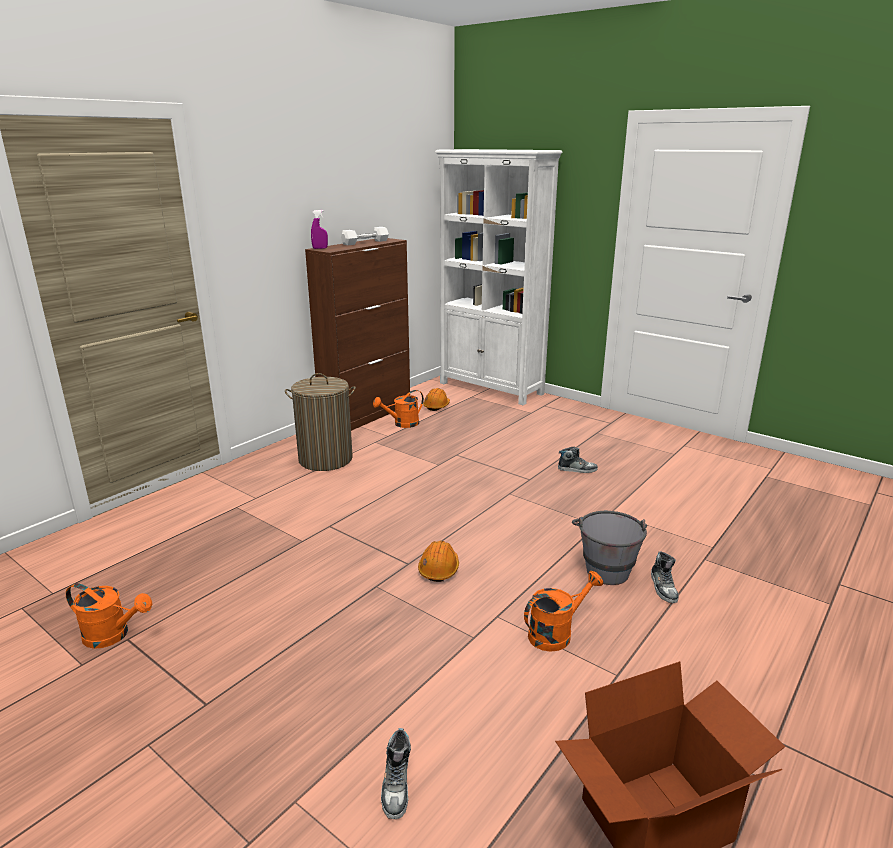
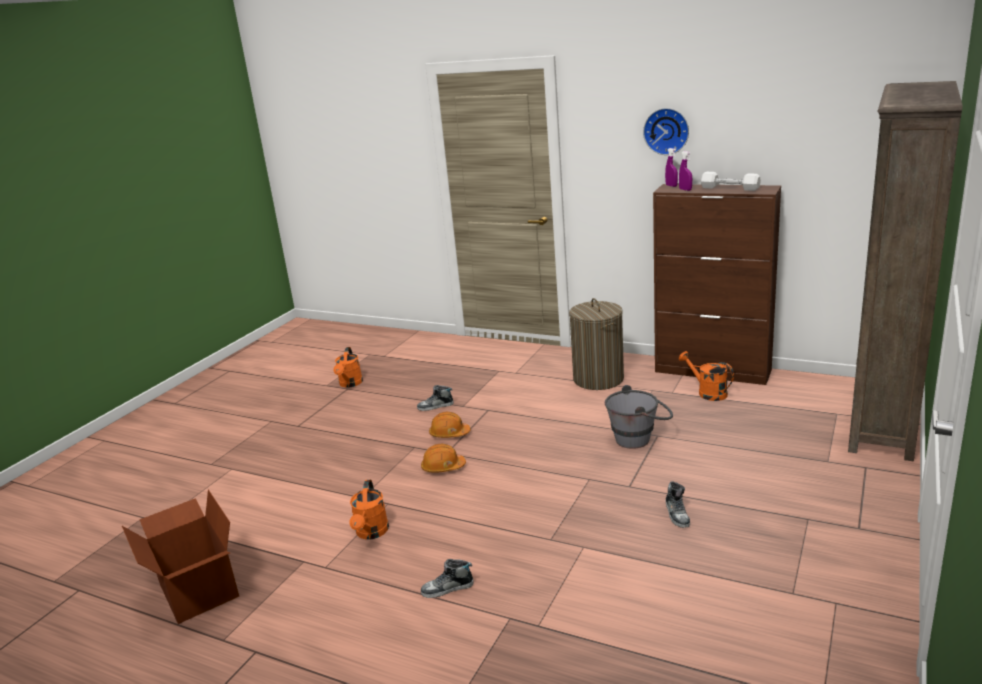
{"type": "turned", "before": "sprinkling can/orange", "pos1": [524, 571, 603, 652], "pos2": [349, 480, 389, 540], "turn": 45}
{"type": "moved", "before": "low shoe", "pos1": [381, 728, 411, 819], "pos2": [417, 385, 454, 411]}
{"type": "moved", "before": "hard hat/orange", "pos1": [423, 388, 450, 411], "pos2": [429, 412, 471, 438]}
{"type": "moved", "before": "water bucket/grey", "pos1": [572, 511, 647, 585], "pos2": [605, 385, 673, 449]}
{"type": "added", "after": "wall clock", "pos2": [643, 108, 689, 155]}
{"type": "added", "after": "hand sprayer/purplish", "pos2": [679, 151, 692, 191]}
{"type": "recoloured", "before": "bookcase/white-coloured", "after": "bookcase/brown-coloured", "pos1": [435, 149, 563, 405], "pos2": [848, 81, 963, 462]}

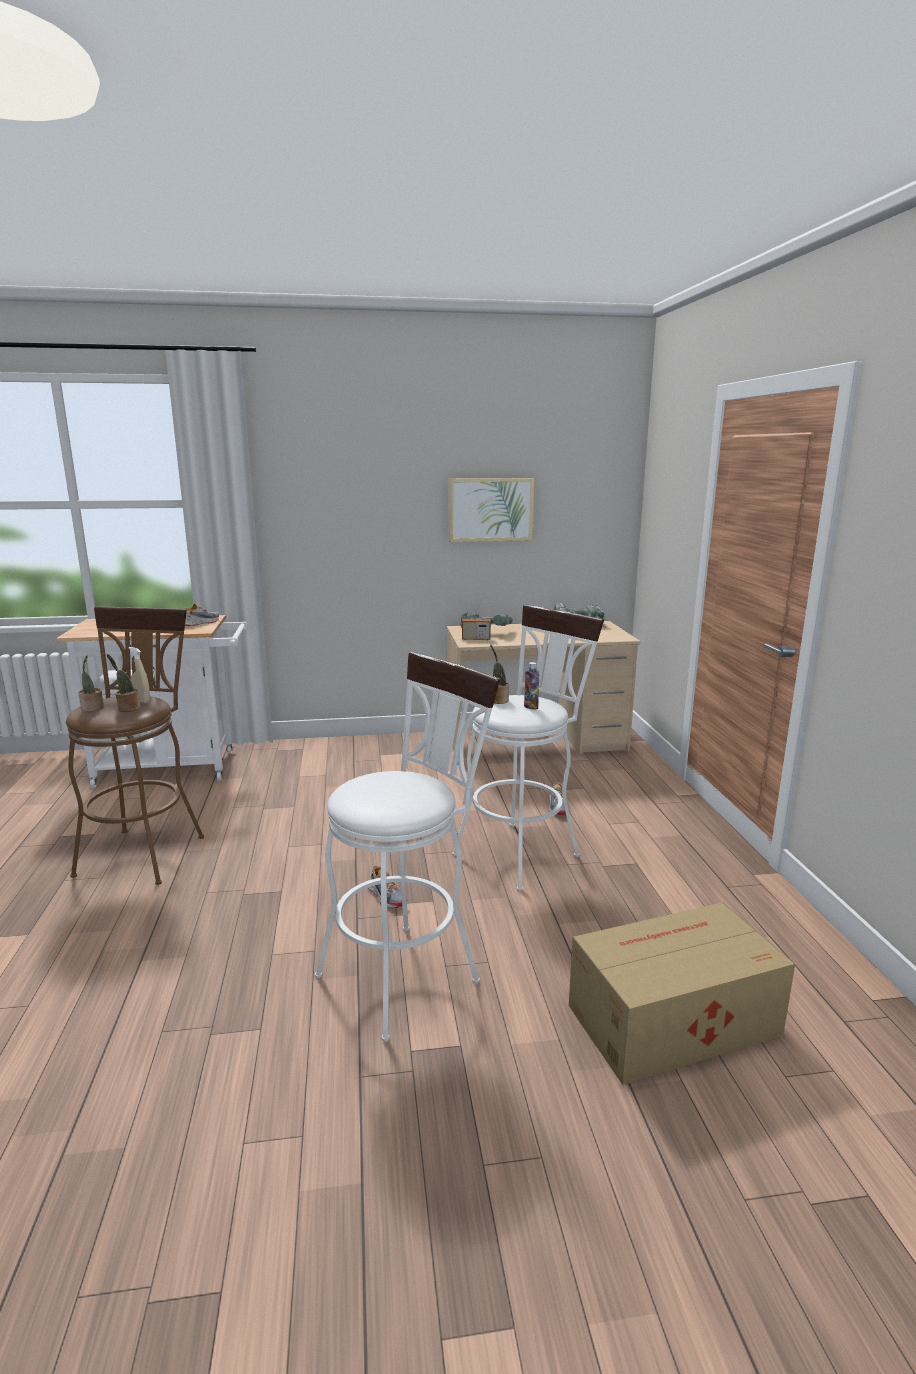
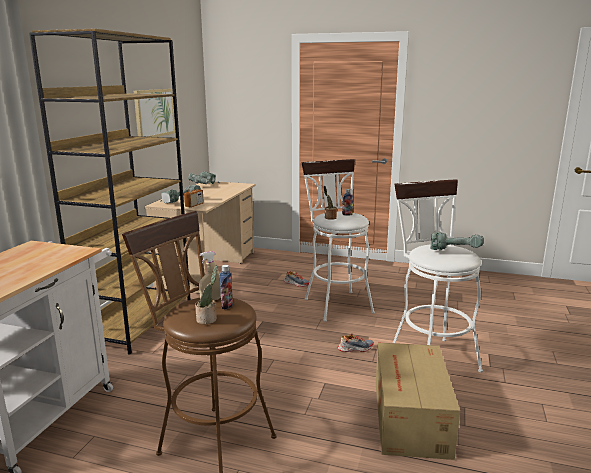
{"type": "added", "after": "bookcase/brown-coloured", "pos2": [29, 29, 191, 355]}
{"type": "replaced", "before": "plant in a pot", "after": "bottle", "pos1": [107, 654, 140, 712], "pos2": [220, 265, 233, 309]}
{"type": "moved", "before": "cardboard box", "pos1": [569, 902, 795, 1085], "pos2": [376, 343, 460, 460]}
{"type": "added", "after": "electric drill", "pos2": [430, 232, 484, 250]}
{"type": "removed", "before": "low shoe", "pos1": [185, 603, 219, 626]}

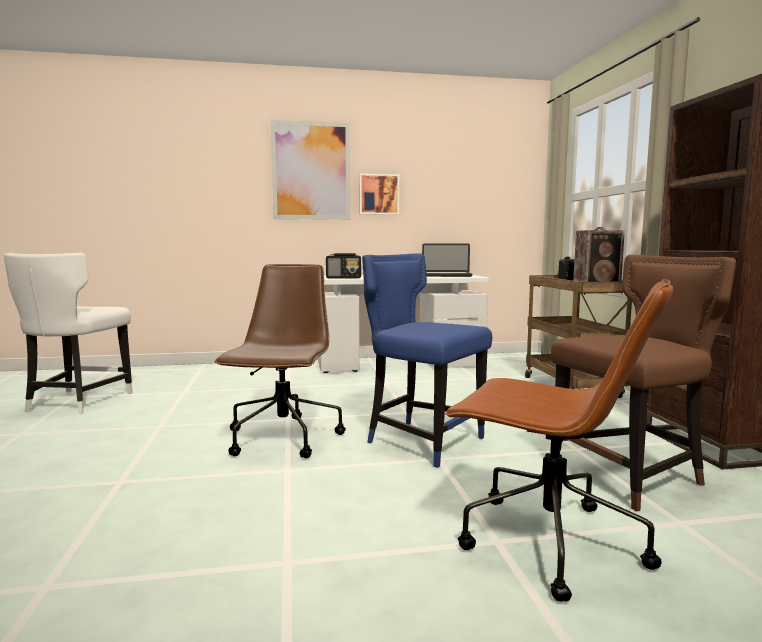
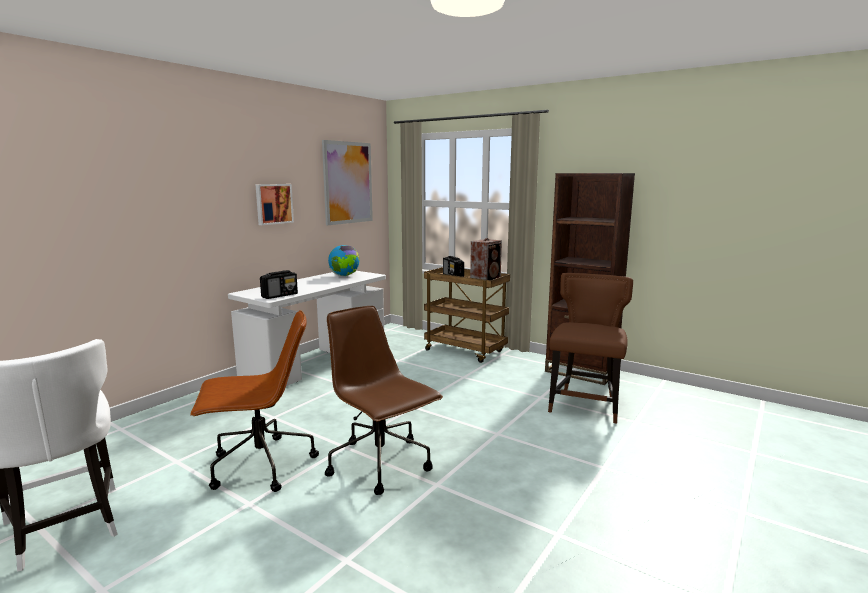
{"type": "moved", "before": "desk chair/brown-coloured", "pos1": [444, 279, 673, 602], "pos2": [190, 310, 319, 492]}
{"type": "moved", "before": "wall art", "pos1": [271, 120, 350, 220], "pos2": [322, 140, 373, 225]}
{"type": "replaced", "before": "portable computer", "after": "globe", "pos1": [422, 244, 472, 277], "pos2": [328, 245, 360, 276]}
{"type": "removed", "before": "plain chair/bluish", "pos1": [362, 253, 492, 468]}

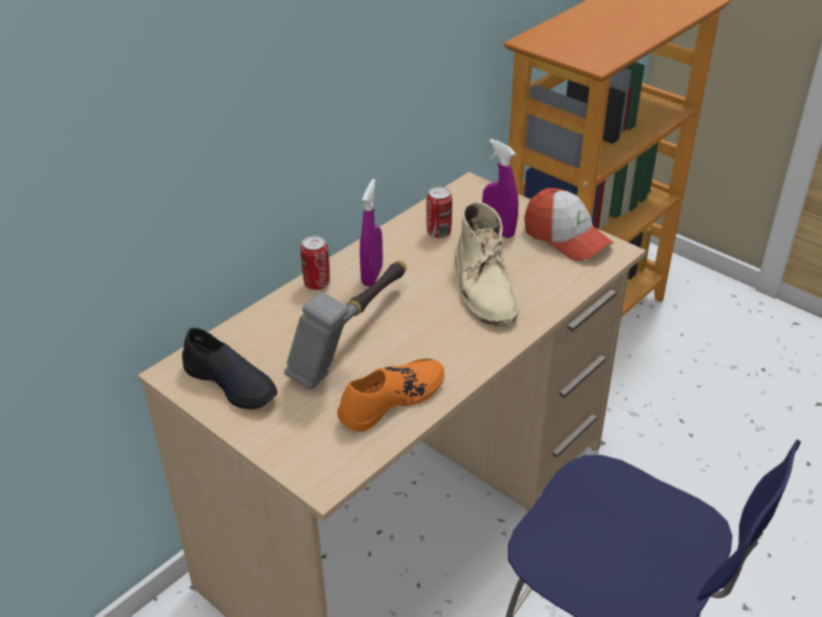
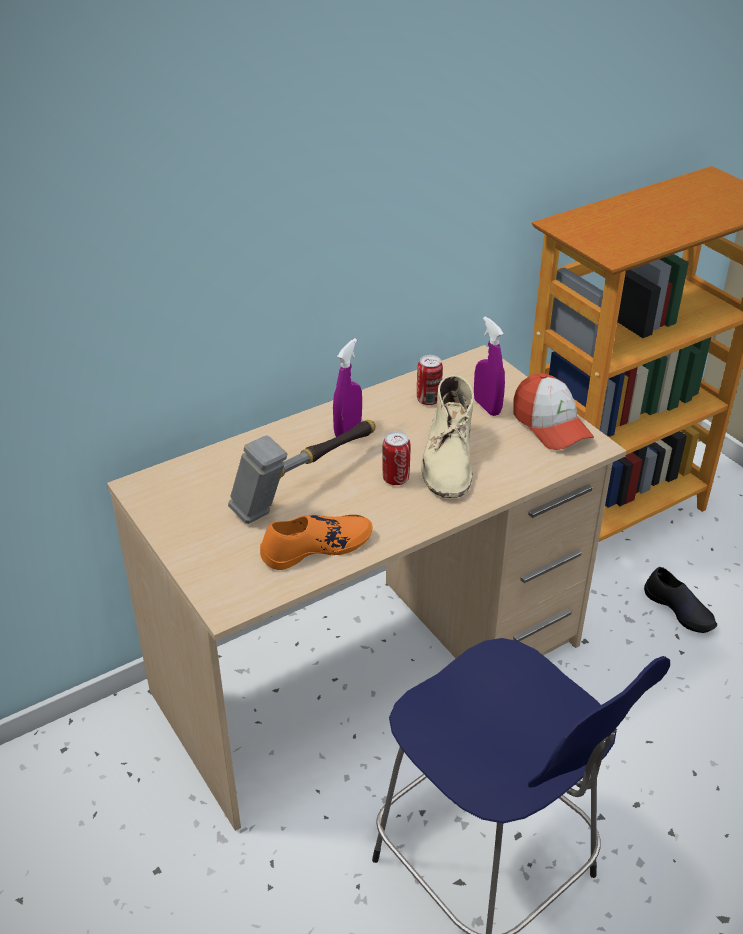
{"type": "moved", "before": "sealed can", "pos1": [301, 236, 330, 290], "pos2": [382, 431, 411, 485]}
{"type": "moved", "before": "low shoe/blackish", "pos1": [182, 328, 278, 409], "pos2": [644, 567, 717, 633]}

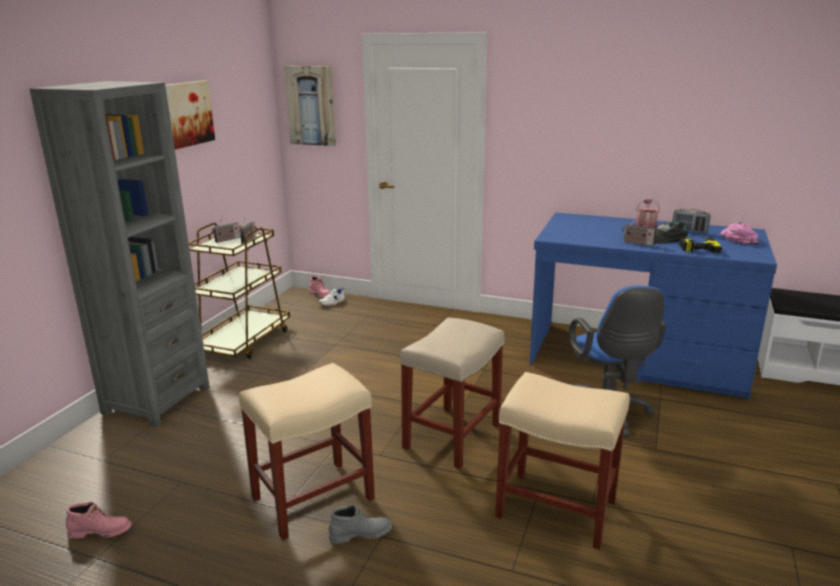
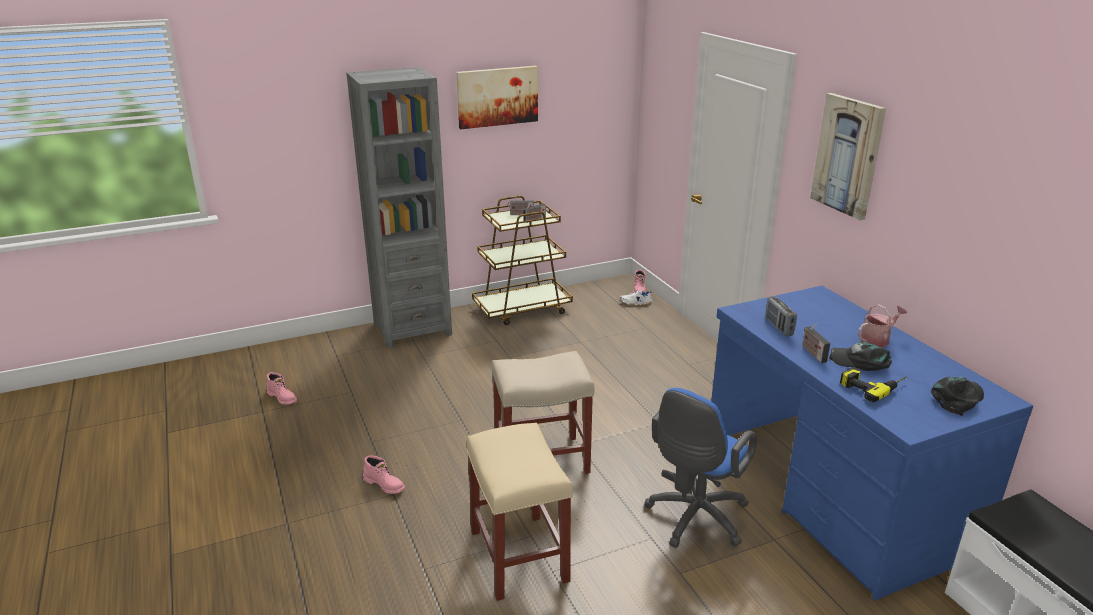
{"type": "recoloured", "before": "boot/grey", "after": "boot/pink", "pos1": [329, 505, 392, 544], "pos2": [363, 456, 405, 494]}
{"type": "moved", "before": "radio", "pos1": [672, 209, 711, 234], "pos2": [765, 296, 797, 336]}
{"type": "moved", "before": "wall art", "pos1": [284, 66, 336, 146], "pos2": [810, 93, 886, 220]}
{"type": "recoloured", "before": "baseball cap/pink", "after": "baseball cap/blackish", "pos1": [720, 222, 760, 245], "pos2": [931, 377, 984, 416]}
{"type": "removed", "before": "stool/sand-coloured", "pos1": [239, 363, 375, 540]}

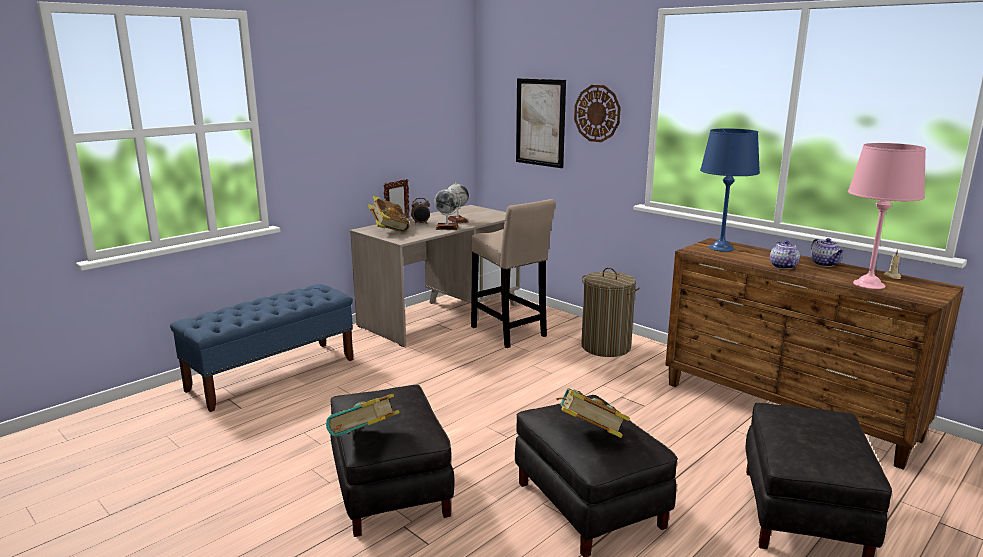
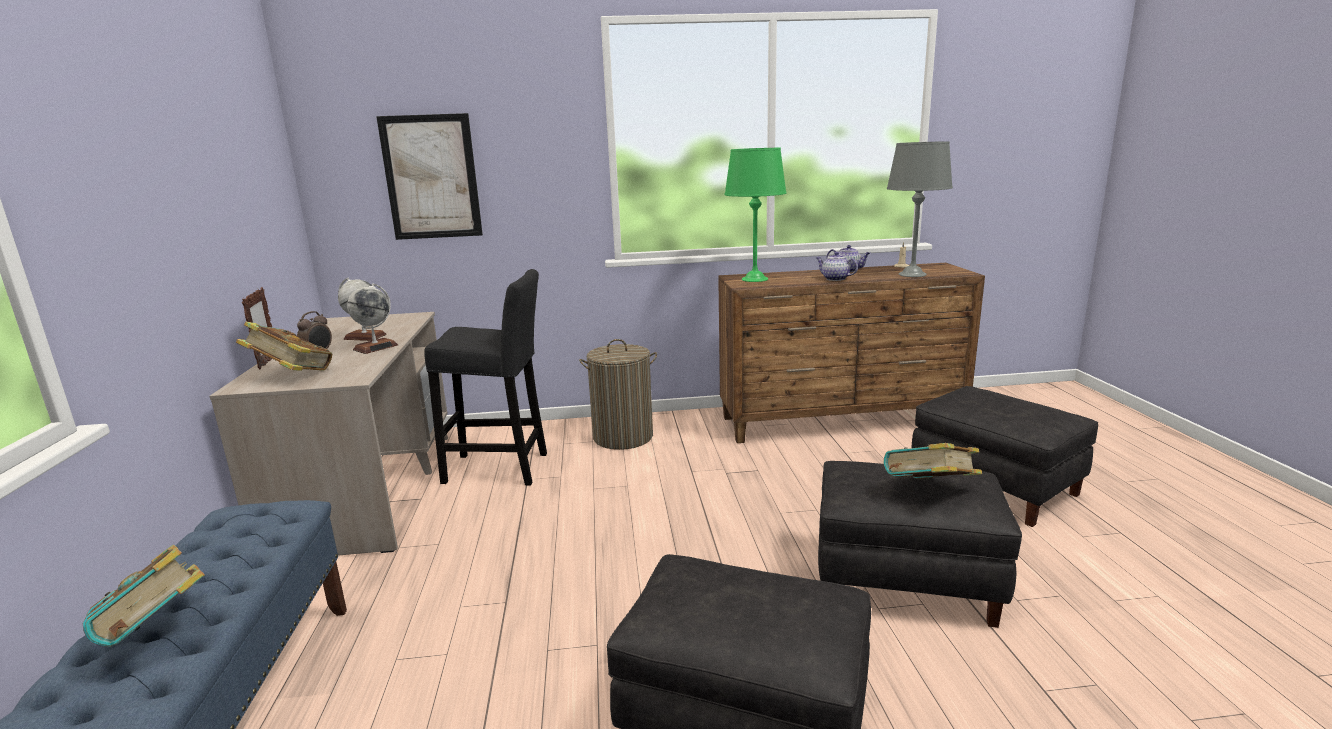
{"type": "moved", "before": "volume", "pos1": [326, 394, 400, 437], "pos2": [83, 545, 205, 647]}
{"type": "recoloured", "before": "stool/sand-coloured", "after": "stool/blackish", "pos1": [471, 199, 556, 348], "pos2": [424, 269, 547, 485]}
{"type": "recoloured", "before": "table lamp/bluish", "after": "table lamp/greenish", "pos1": [700, 129, 760, 252], "pos2": [725, 148, 787, 282]}
{"type": "recoloured", "before": "table lamp/pink", "after": "table lamp/grey", "pos1": [848, 143, 926, 289], "pos2": [887, 141, 953, 277]}
{"type": "removed", "before": "wall clock", "pos1": [574, 85, 621, 142]}

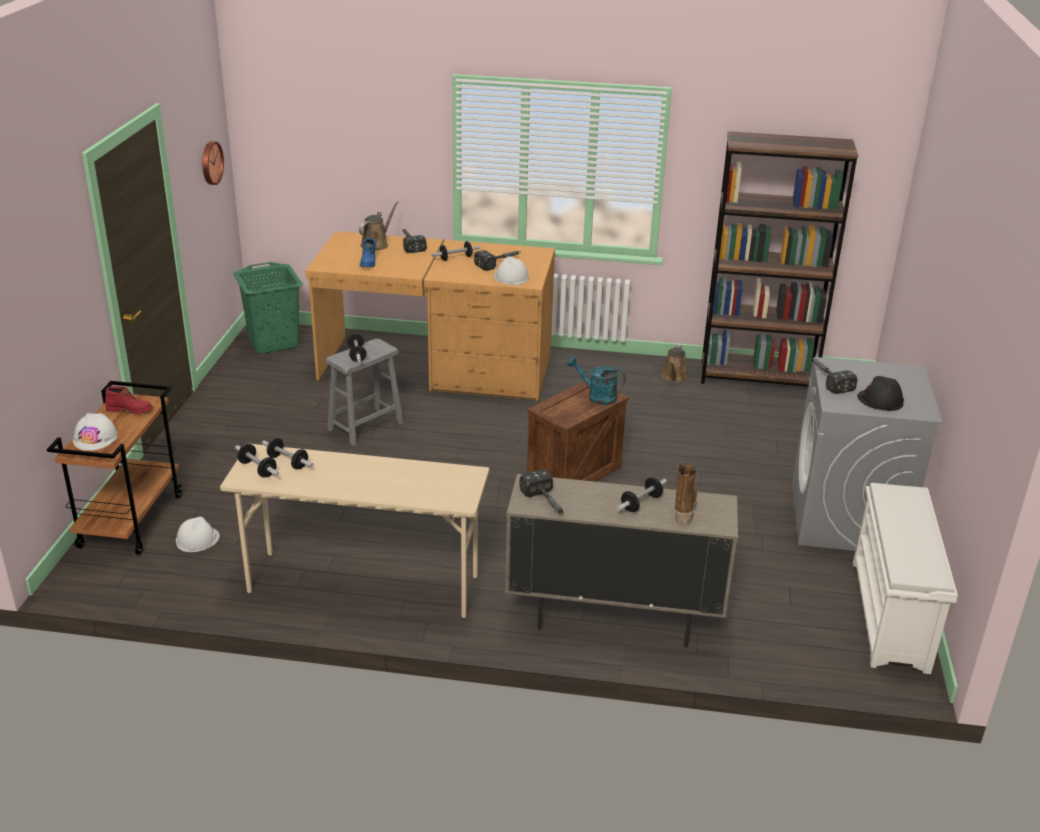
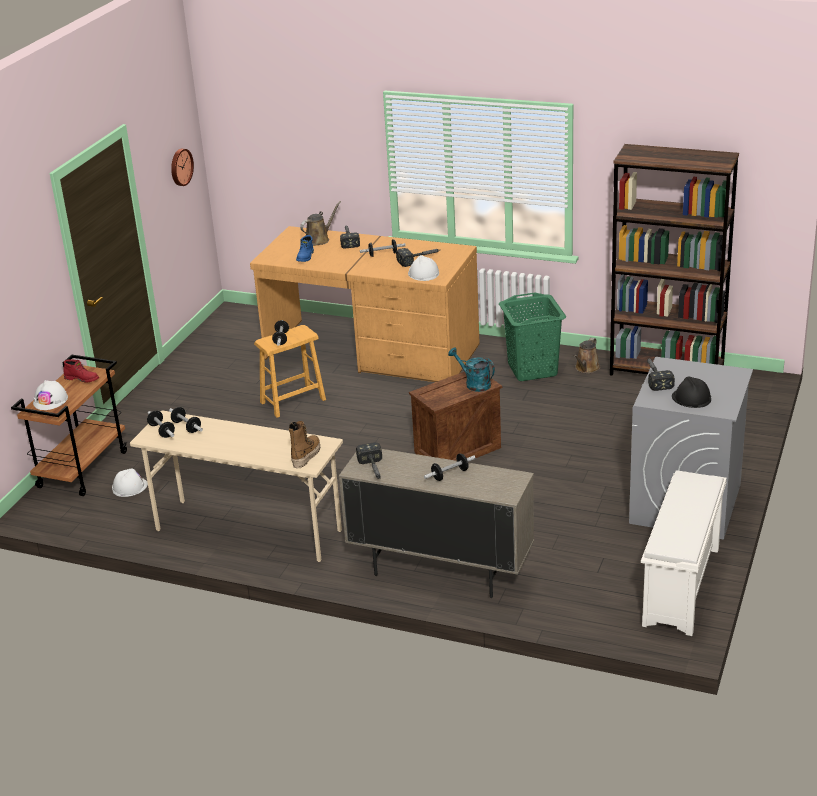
{"type": "recoloured", "before": "stool/grey", "after": "stool/brown-coloured", "pos1": [325, 339, 404, 446], "pos2": [254, 325, 326, 418]}
{"type": "moved", "before": "boot", "pos1": [675, 463, 698, 524], "pos2": [289, 421, 320, 468]}
{"type": "moved", "before": "washing basket/greenish", "pos1": [233, 262, 303, 354], "pos2": [499, 292, 566, 381]}

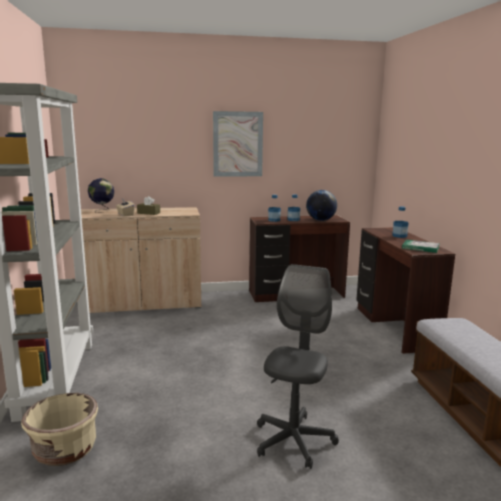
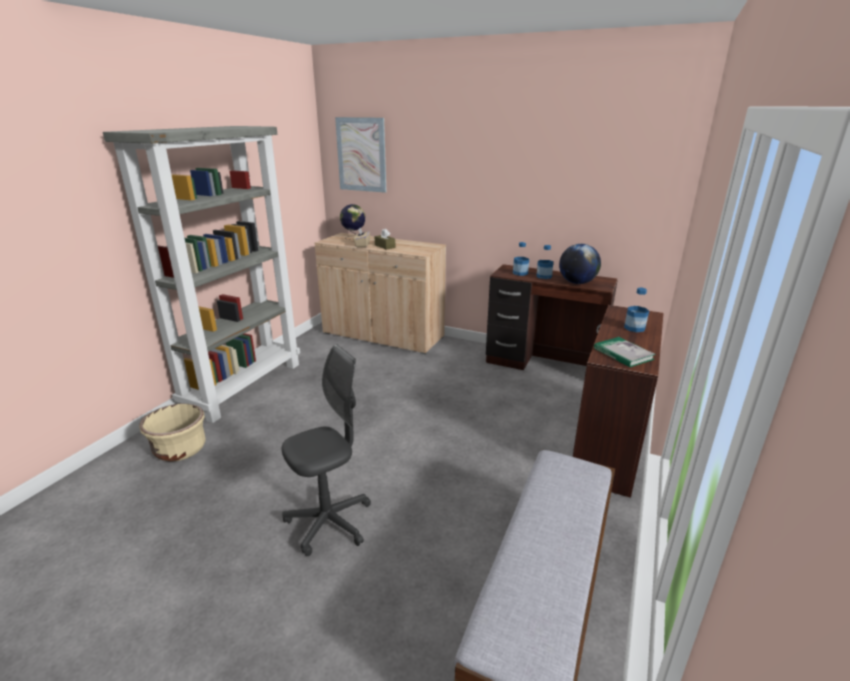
{"type": "moved", "before": "wall art", "pos1": [213, 111, 263, 177], "pos2": [335, 117, 386, 193]}

